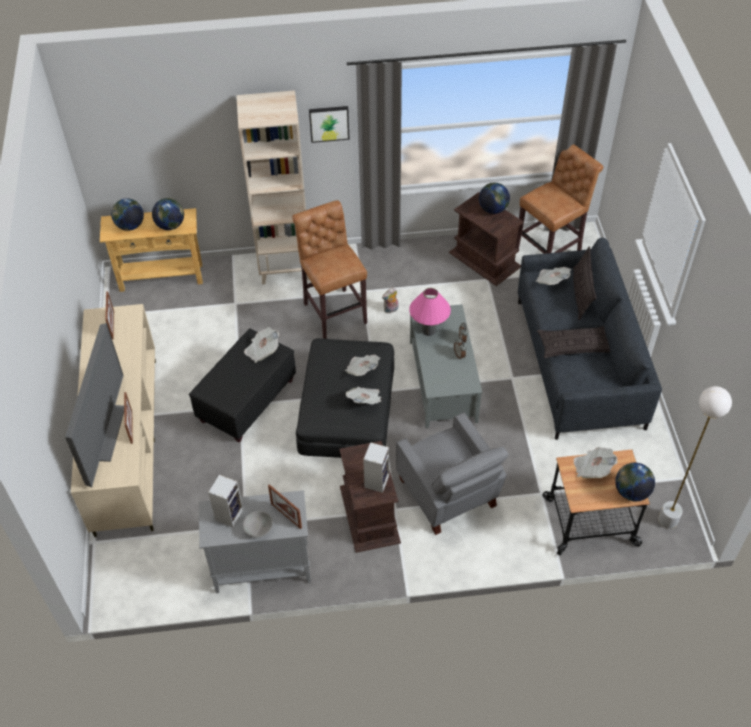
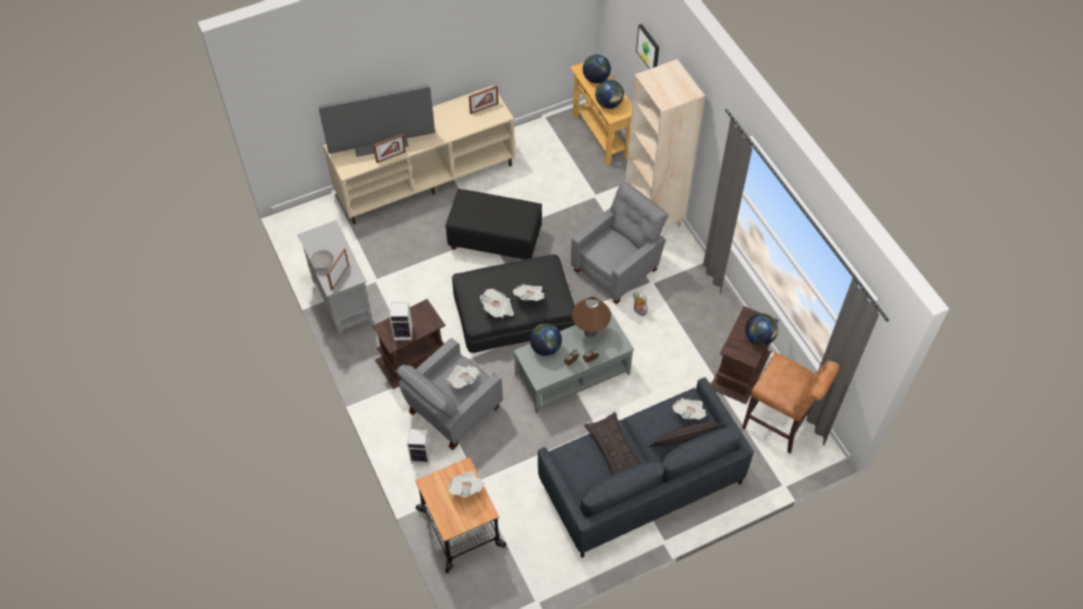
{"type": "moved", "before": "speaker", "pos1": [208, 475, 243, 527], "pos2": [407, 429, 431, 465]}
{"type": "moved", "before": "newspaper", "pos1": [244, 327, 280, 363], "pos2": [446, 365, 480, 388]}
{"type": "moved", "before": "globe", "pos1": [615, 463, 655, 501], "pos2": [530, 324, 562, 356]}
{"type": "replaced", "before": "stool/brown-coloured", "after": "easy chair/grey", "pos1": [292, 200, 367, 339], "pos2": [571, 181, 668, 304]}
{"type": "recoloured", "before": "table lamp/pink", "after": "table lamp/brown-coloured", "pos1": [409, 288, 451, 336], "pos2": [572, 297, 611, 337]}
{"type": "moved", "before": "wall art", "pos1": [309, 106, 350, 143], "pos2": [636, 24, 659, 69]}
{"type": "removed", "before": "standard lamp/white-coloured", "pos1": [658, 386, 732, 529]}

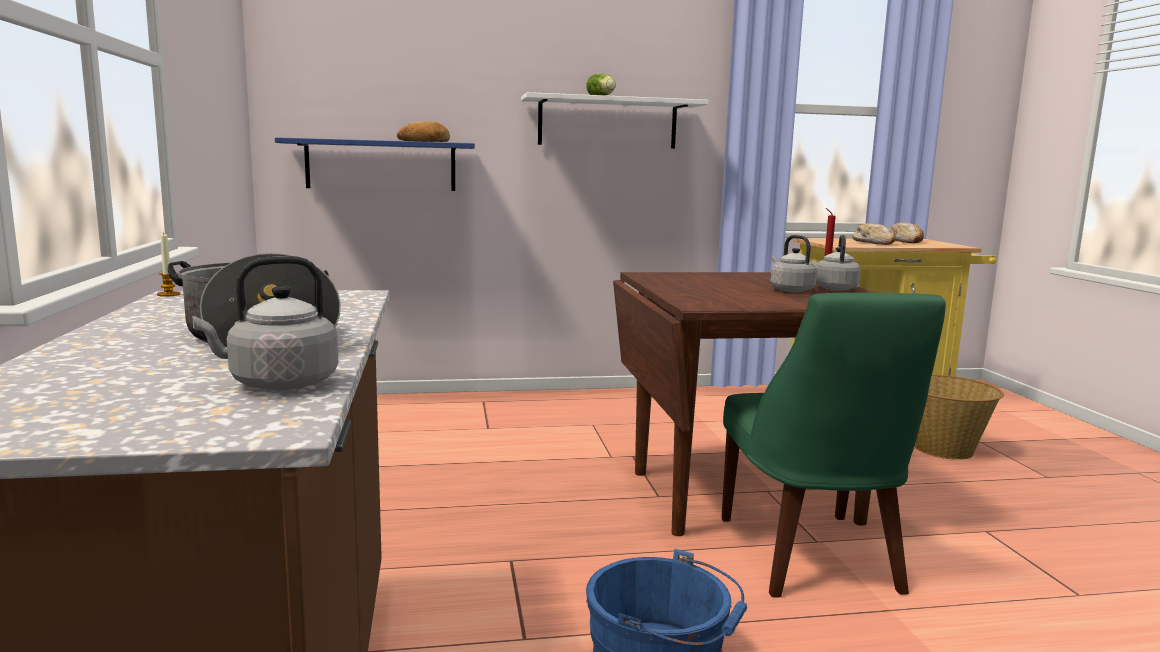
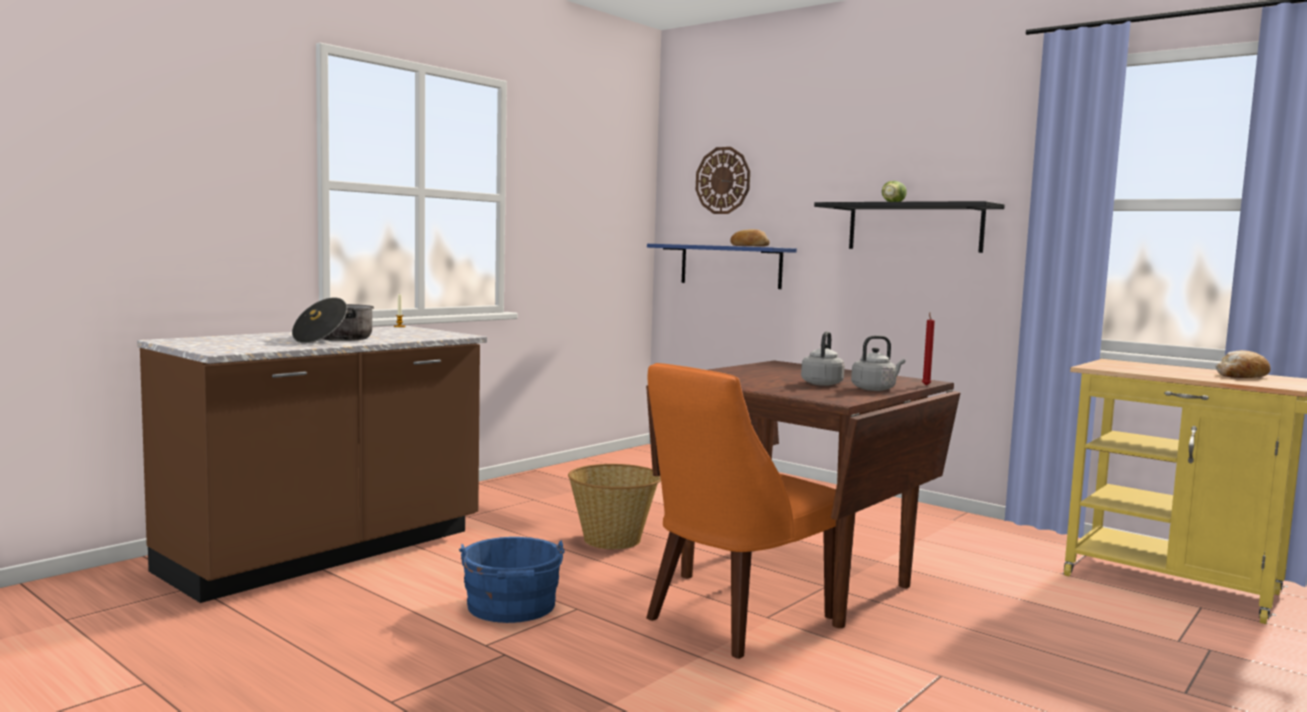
{"type": "moved", "before": "basket", "pos1": [914, 374, 1004, 460], "pos2": [568, 464, 661, 549]}
{"type": "recoloured", "before": "plain chair/greenish", "after": "plain chair/orange", "pos1": [722, 293, 946, 598], "pos2": [646, 363, 836, 659]}
{"type": "added", "after": "wall clock", "pos2": [696, 147, 750, 214]}
{"type": "recoloured", "before": "bracket shelf/white-coloured", "after": "bracket shelf/blackish", "pos1": [521, 92, 709, 149], "pos2": [814, 201, 1005, 253]}
{"type": "removed", "before": "kettle/grey", "pos1": [192, 256, 338, 390]}
{"type": "removed", "before": "bakery bread", "pos1": [852, 223, 896, 245]}

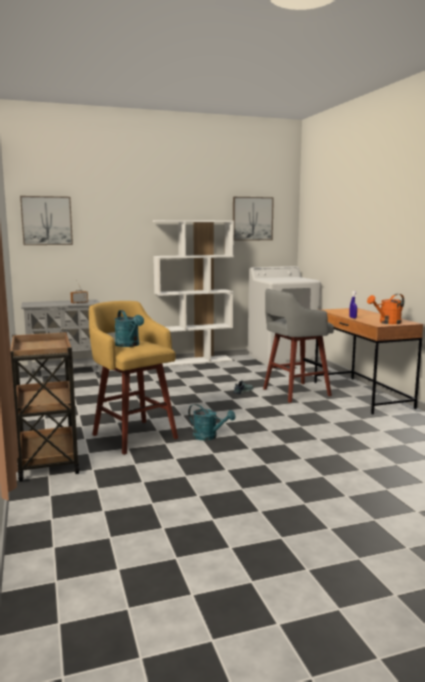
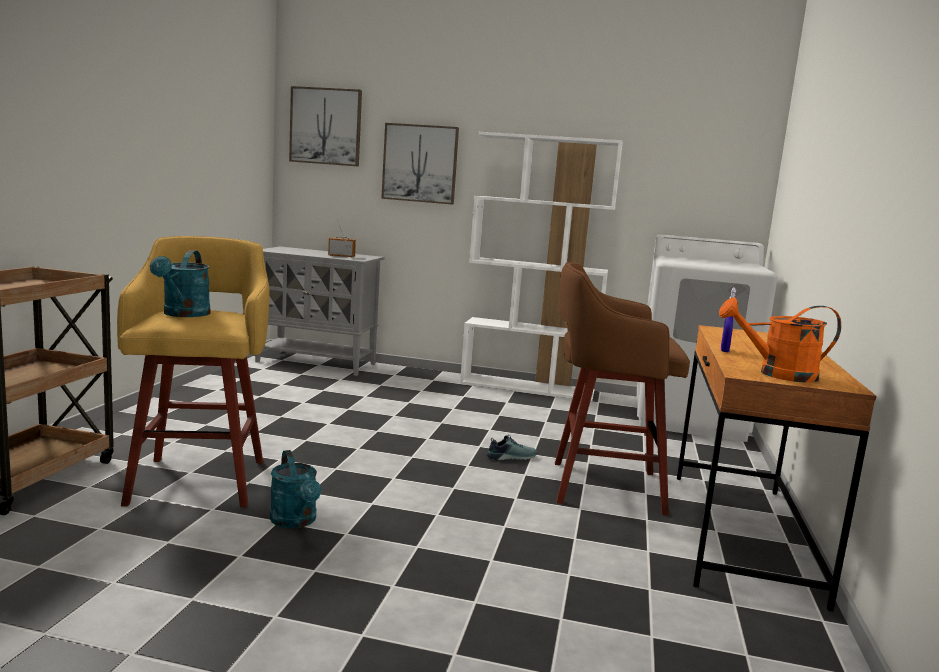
{"type": "moved", "before": "wall art", "pos1": [233, 197, 274, 241], "pos2": [381, 123, 459, 204]}
{"type": "recoloured", "before": "stool/grey", "after": "stool/brown-coloured", "pos1": [263, 289, 334, 403], "pos2": [555, 262, 690, 516]}

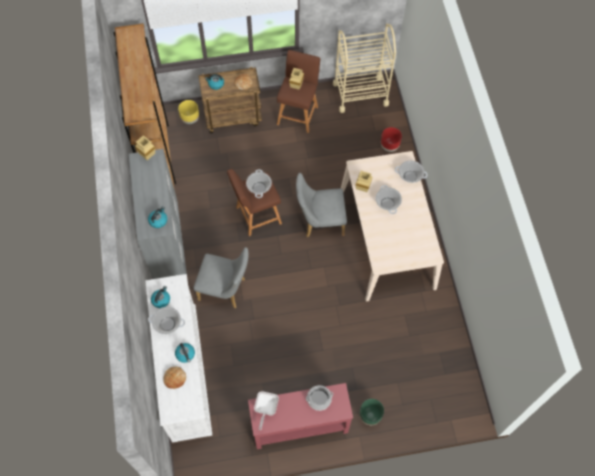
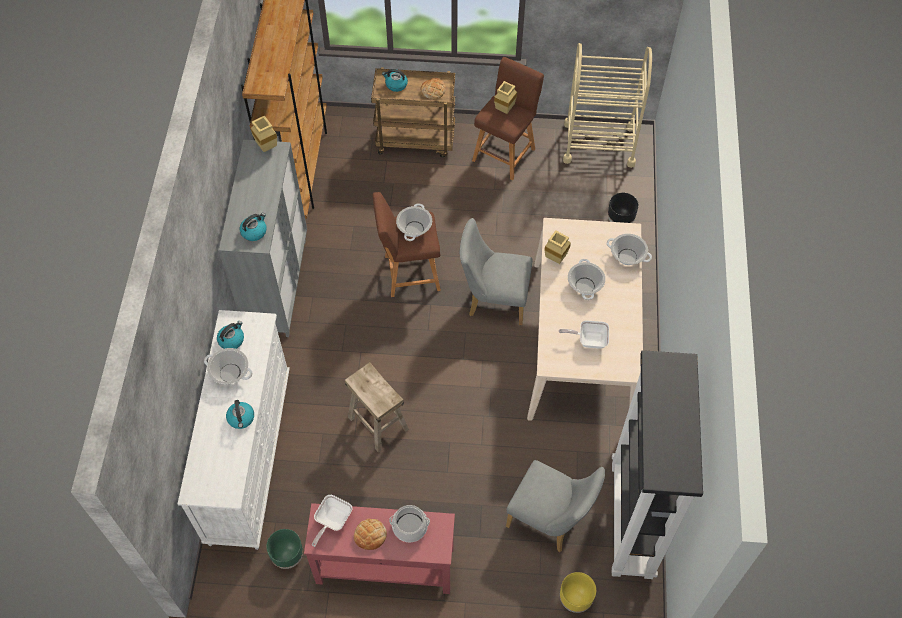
{"type": "moved", "before": "plant pot/greenish", "pos1": [360, 399, 384, 425], "pos2": [266, 529, 303, 569]}
{"type": "added", "after": "stool/sand-coloured", "pos2": [345, 362, 409, 452]}
{"type": "moved", "before": "bakery bread", "pos1": [163, 366, 186, 389], "pos2": [354, 519, 387, 550]}
{"type": "moved", "before": "plain chair/grey", "pos1": [194, 247, 249, 308], "pos2": [506, 460, 605, 552]}
{"type": "added", "after": "pan", "pos2": [559, 320, 609, 349]}
{"type": "moved", "before": "plant pot/yellowish", "pos1": [178, 100, 199, 124], "pos2": [560, 572, 596, 613]}
{"type": "recoloured", "before": "plant pot/reddish", "after": "plant pot/blackish", "pos1": [381, 127, 402, 152], "pos2": [608, 193, 638, 223]}
{"type": "added", "after": "bookcase/blackish", "pos2": [612, 350, 703, 579]}

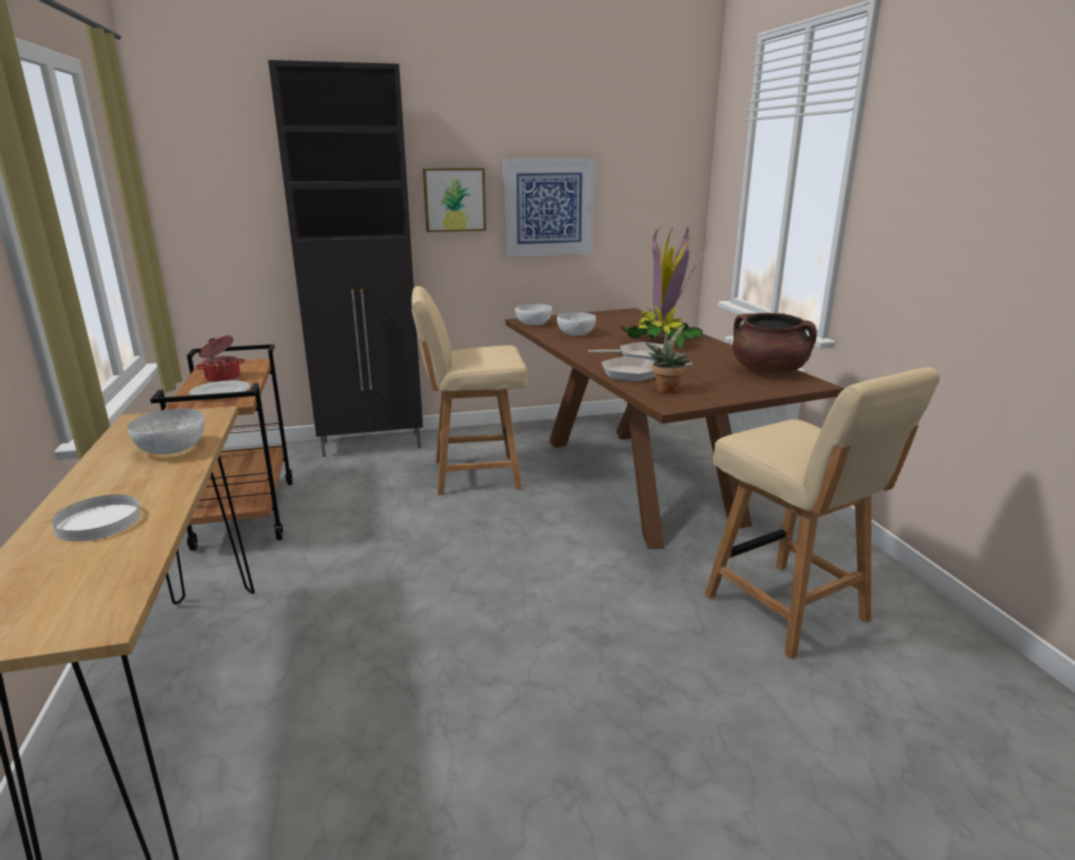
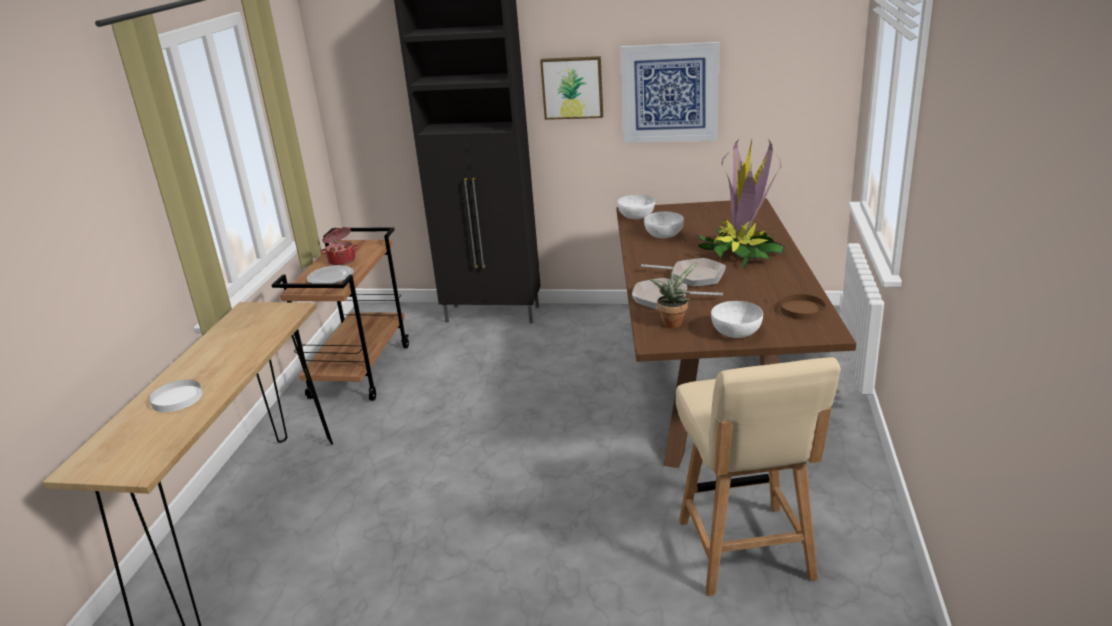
{"type": "moved", "before": "deep dish/white-coloured", "pos1": [127, 409, 205, 455], "pos2": [711, 301, 763, 338]}
{"type": "replaced", "before": "saucepot/brown-coloured", "after": "dinner plate/brown-coloured", "pos1": [732, 313, 817, 374], "pos2": [780, 294, 825, 320]}
{"type": "removed", "before": "plain chair/sand-coloured", "pos1": [412, 286, 527, 495]}

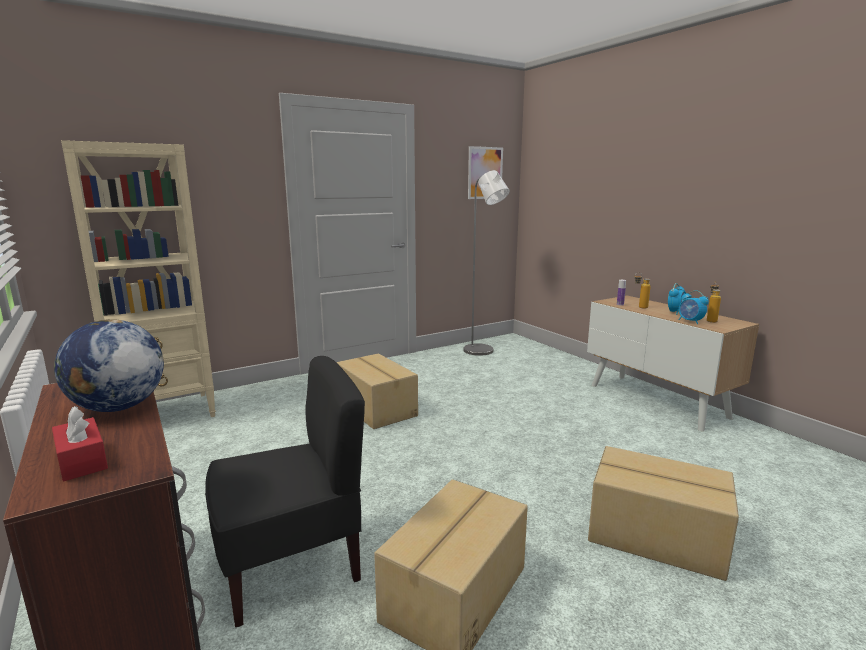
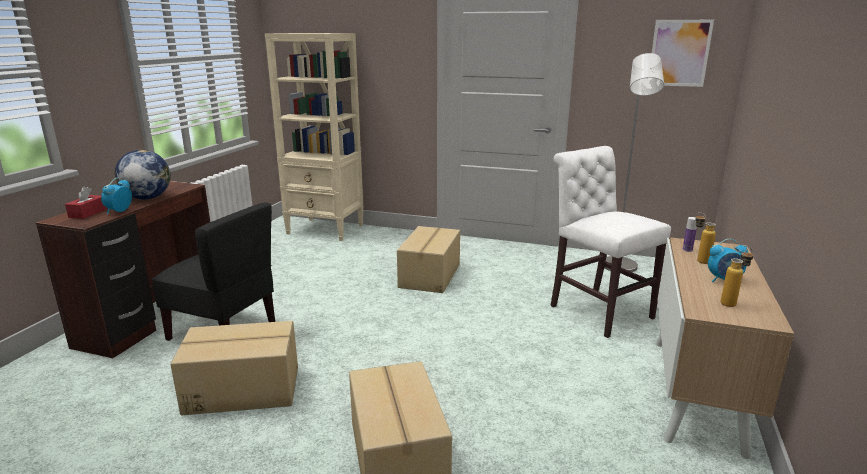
{"type": "moved", "before": "bedside clock", "pos1": [679, 290, 709, 324], "pos2": [101, 178, 132, 214]}
{"type": "added", "after": "plain chair/white-coloured", "pos2": [550, 146, 671, 338]}

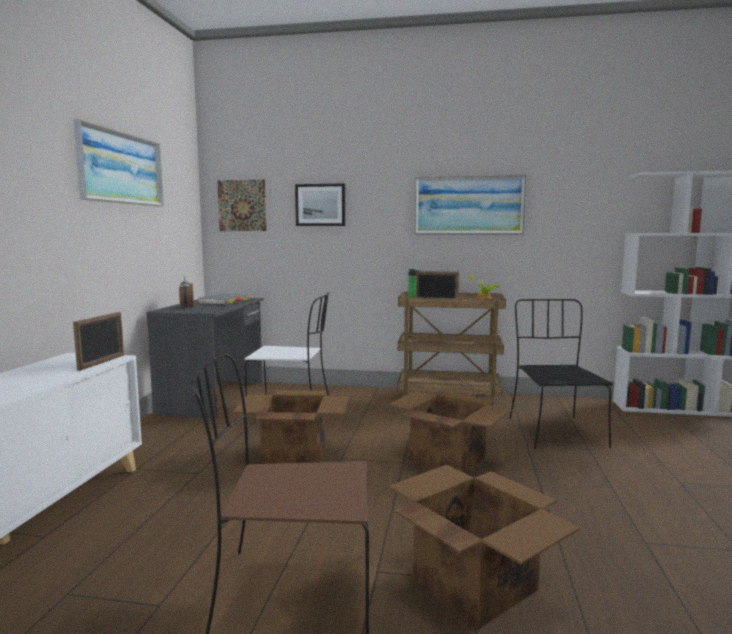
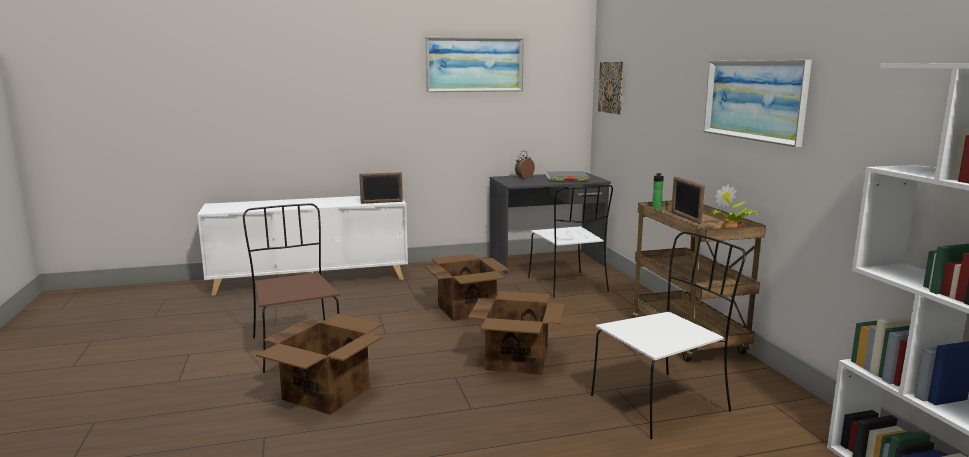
{"type": "recoloured", "before": "plain chair/blackish", "after": "plain chair/white-coloured", "pos1": [509, 299, 613, 449], "pos2": [591, 231, 746, 439]}
{"type": "removed", "before": "wall art", "pos1": [295, 183, 345, 226]}

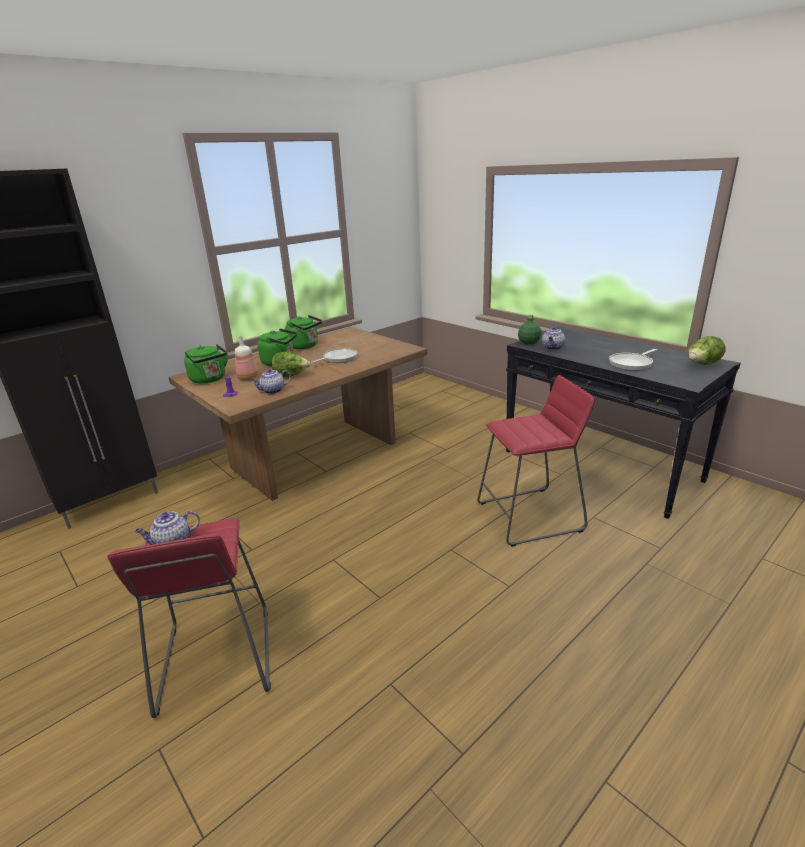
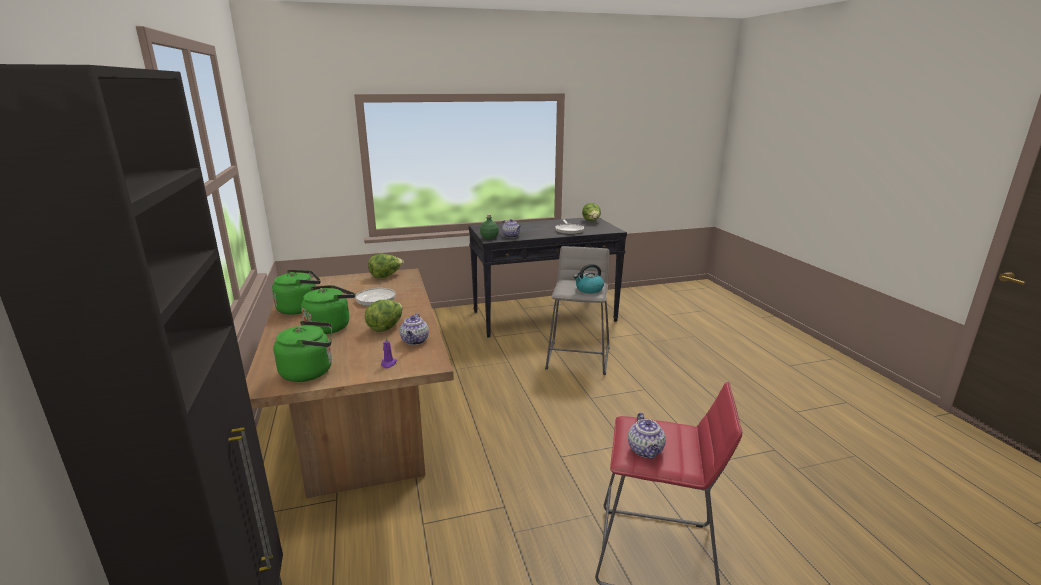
{"type": "added", "after": "head of lettuce", "pos2": [368, 254, 404, 278]}
{"type": "recoloured", "before": "stool/reddish", "after": "stool/grey", "pos1": [477, 375, 595, 547], "pos2": [545, 246, 610, 375]}
{"type": "added", "after": "kettle", "pos2": [573, 264, 604, 293]}
{"type": "removed", "before": "bottle", "pos1": [235, 335, 258, 380]}

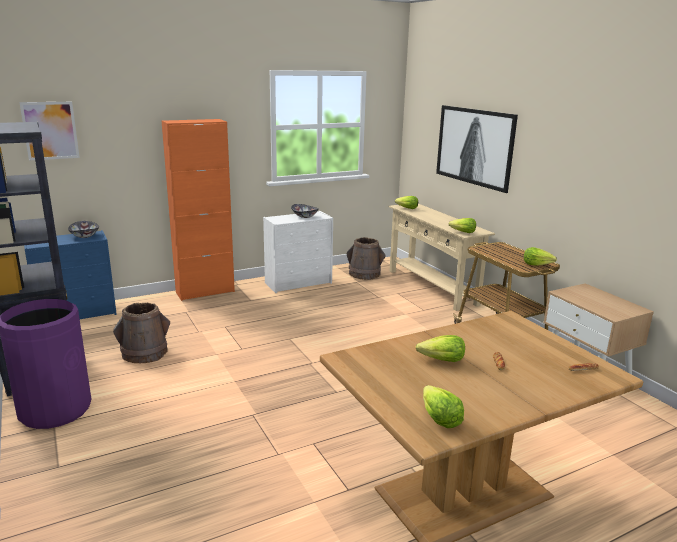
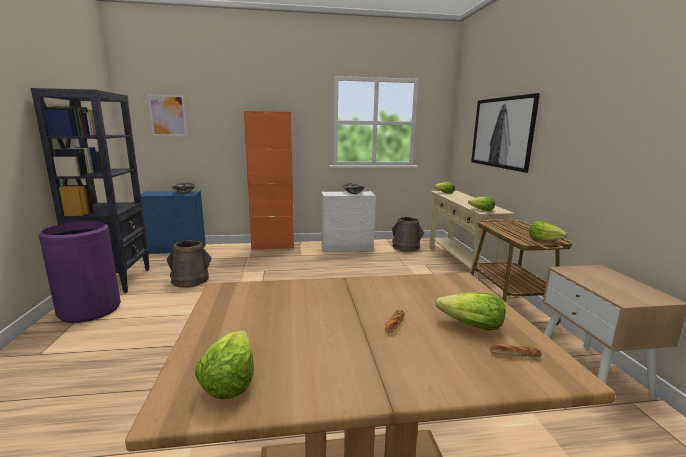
{"type": "moved", "before": "head of lettuce", "pos1": [416, 335, 465, 362], "pos2": [436, 292, 506, 331]}

